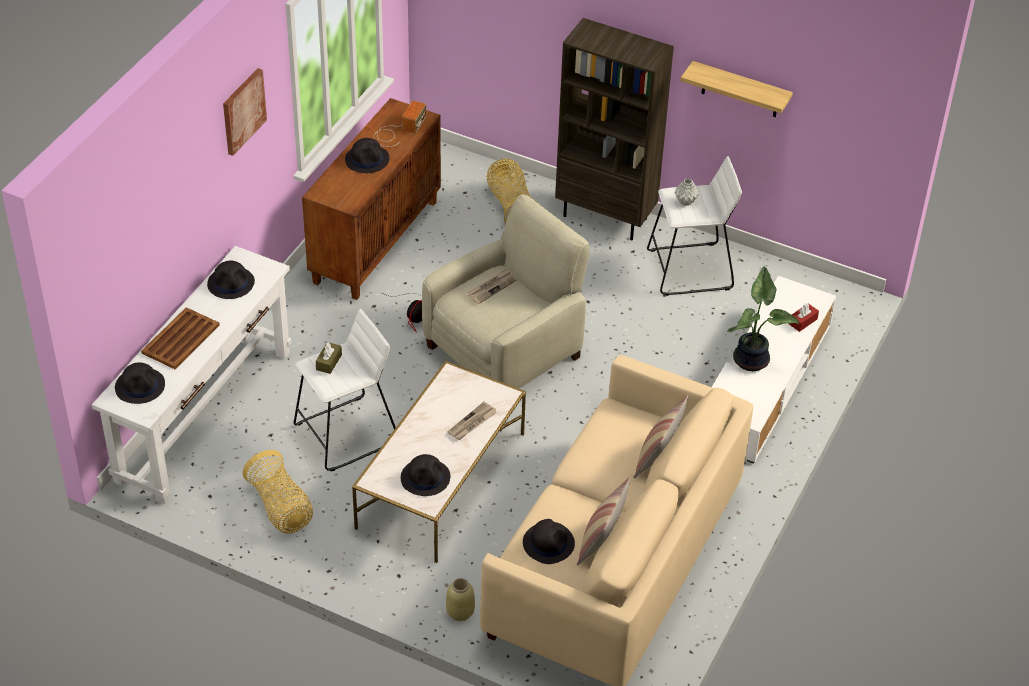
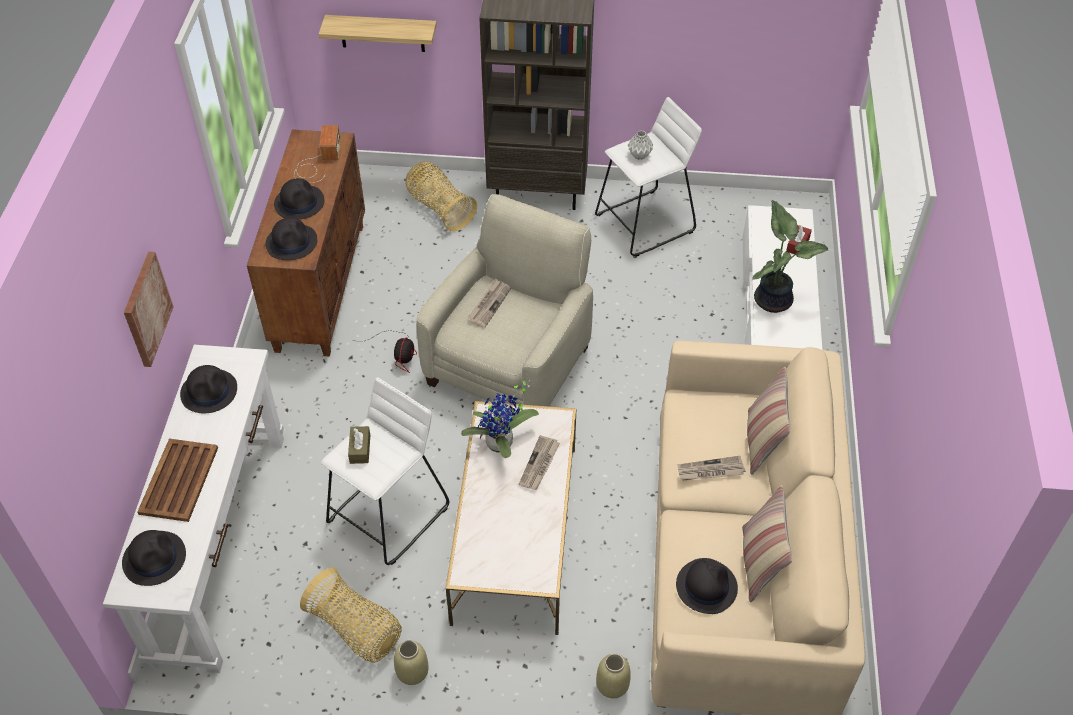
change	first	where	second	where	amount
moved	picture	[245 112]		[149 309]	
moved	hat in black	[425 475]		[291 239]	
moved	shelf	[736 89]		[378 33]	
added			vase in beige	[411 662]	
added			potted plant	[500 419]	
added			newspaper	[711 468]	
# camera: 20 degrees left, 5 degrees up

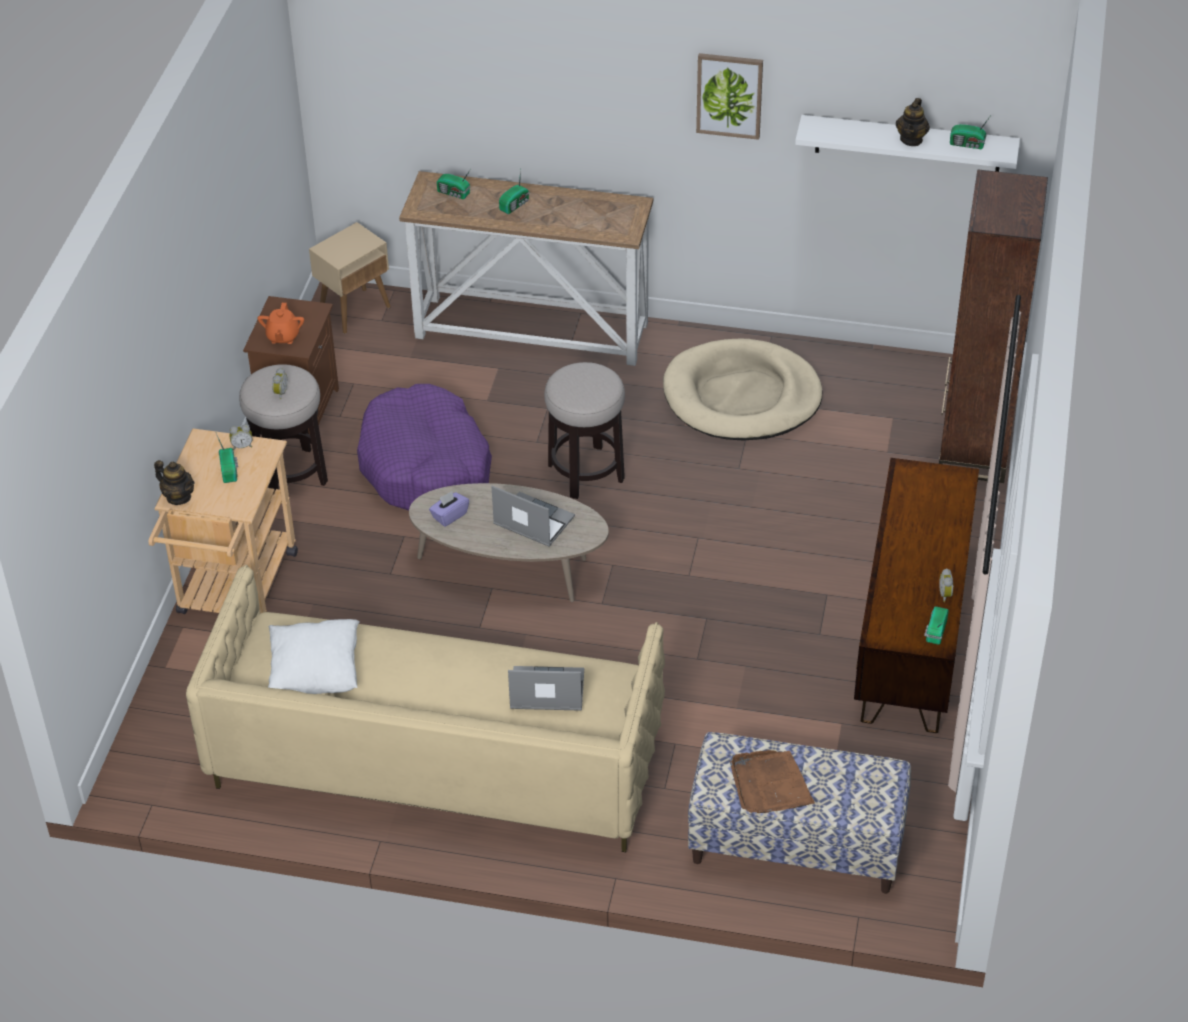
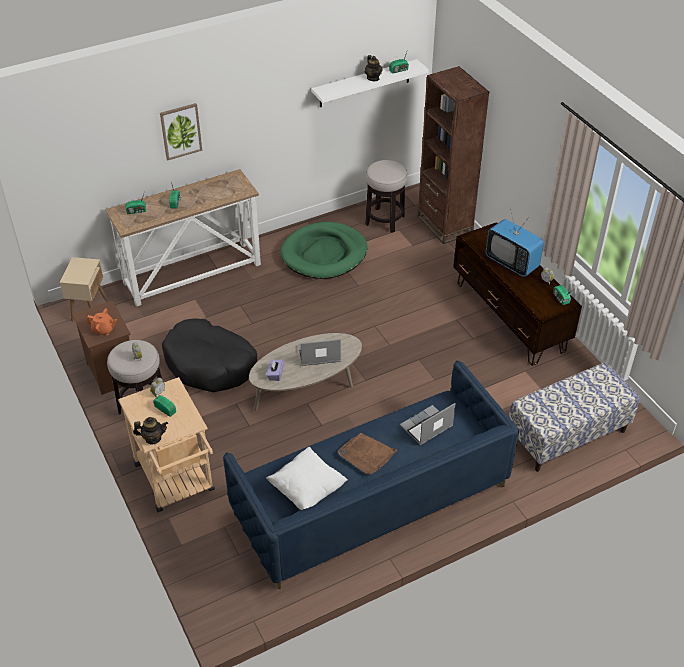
change	first	where	second	where	amount
turned	teapot in orange	[280 323]		[102 321]	45 degrees counterclockwise
moved	picture	[729 96]		[181 131]	
recoloured	dog bed in purple	[424 447]	dog bed in black	[209 355]	
recoloured	sofa in beige	[425 708]	sofa in blue	[371 474]	
recoloured	dog bed in beige	[742 389]	dog bed in green	[324 250]	
moved	tray in brown	[772 781]		[367 453]	
moved	stool	[584 430]		[386 196]	
added			television	[515 242]	
# camera: 40 degrees left, 0 degrees up

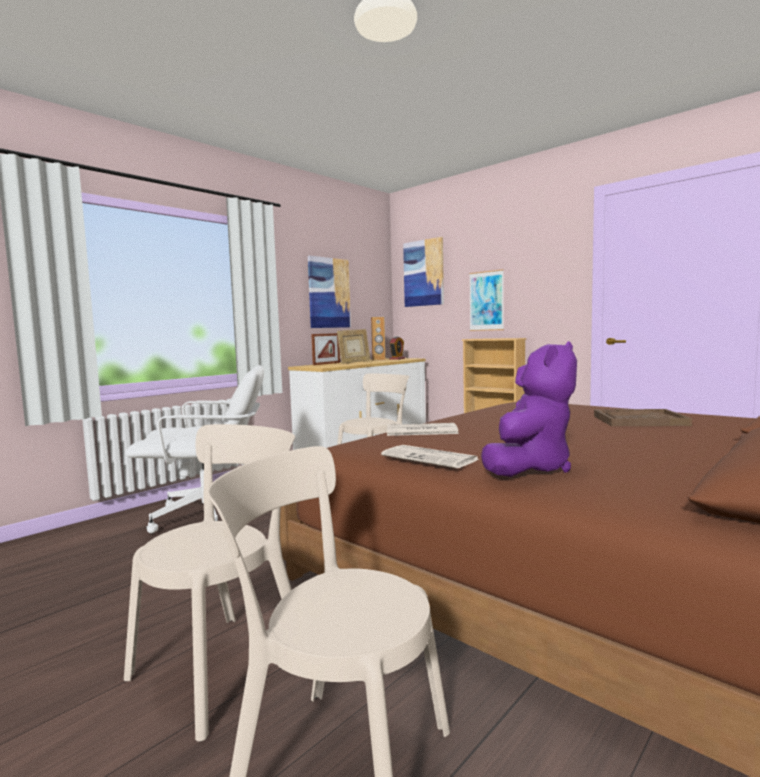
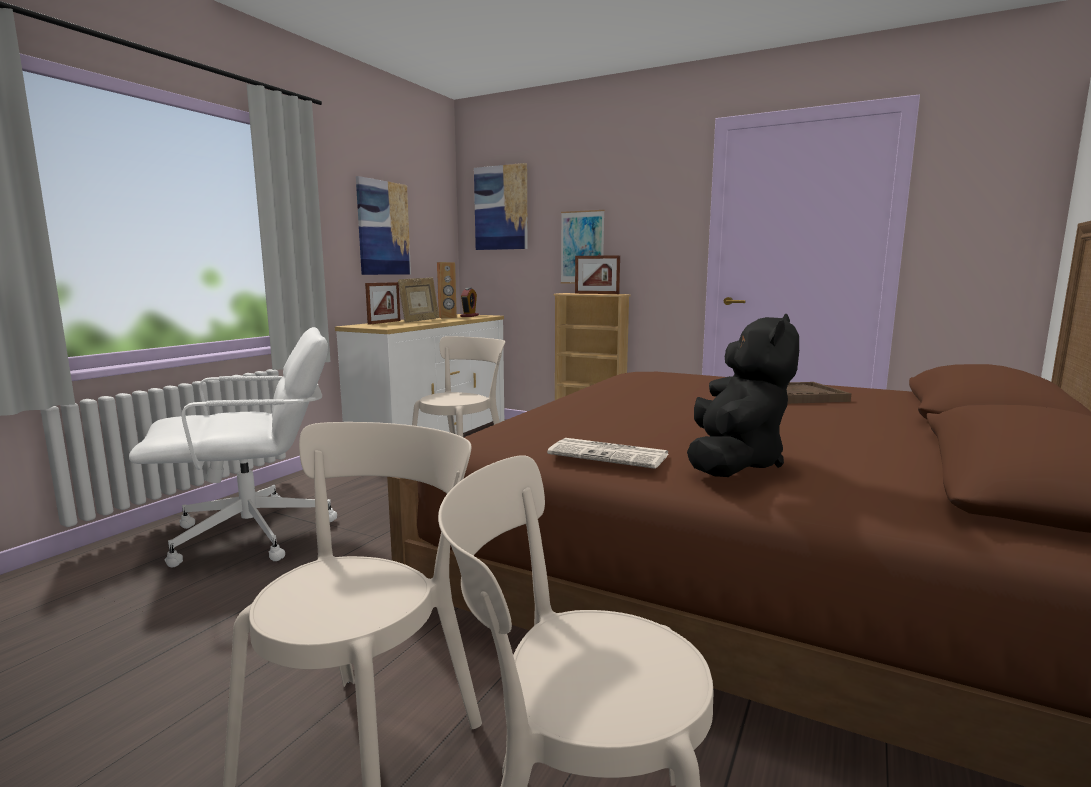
change	first	where	second	where	amount
added			picture frame	[597 274]	
recoloured	plush toy in purple	[529 409]	plush toy in black	[743 395]	
removed	newspaper	[423 429]			
# camera: 15 degrees left, 5 degrees up

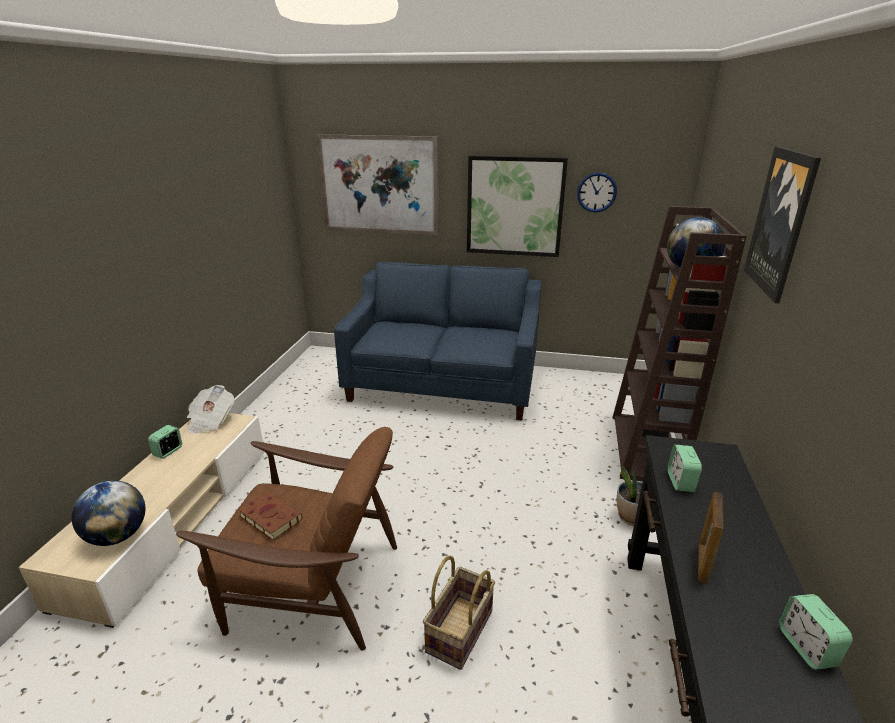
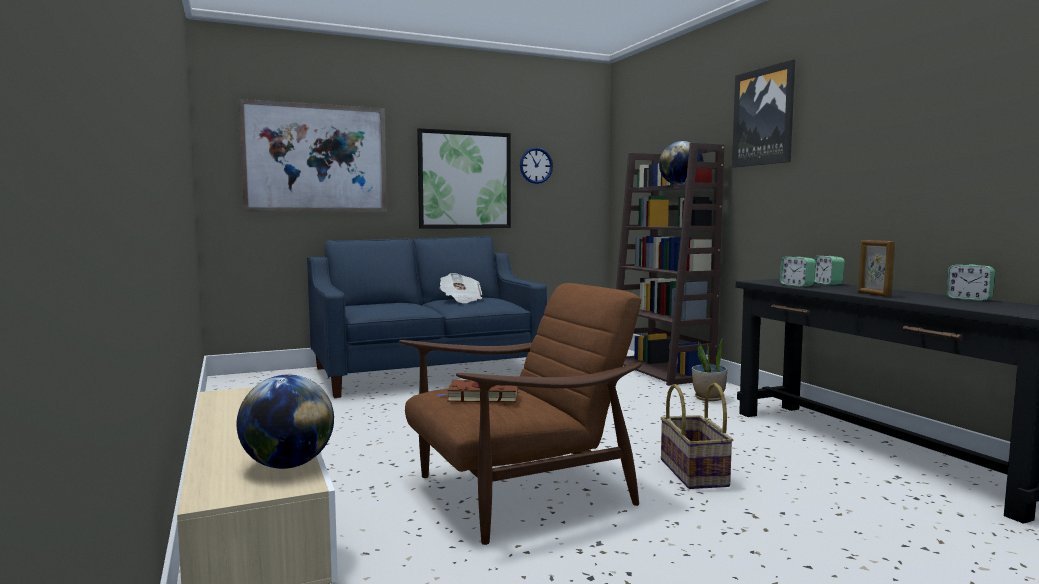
change	first	where	second	where	amount
moved	newspaper	[210 409]		[461 288]	
moved	alarm clock	[165 442]		[829 270]	
# camera: 35 degrees left, 20 degrees down

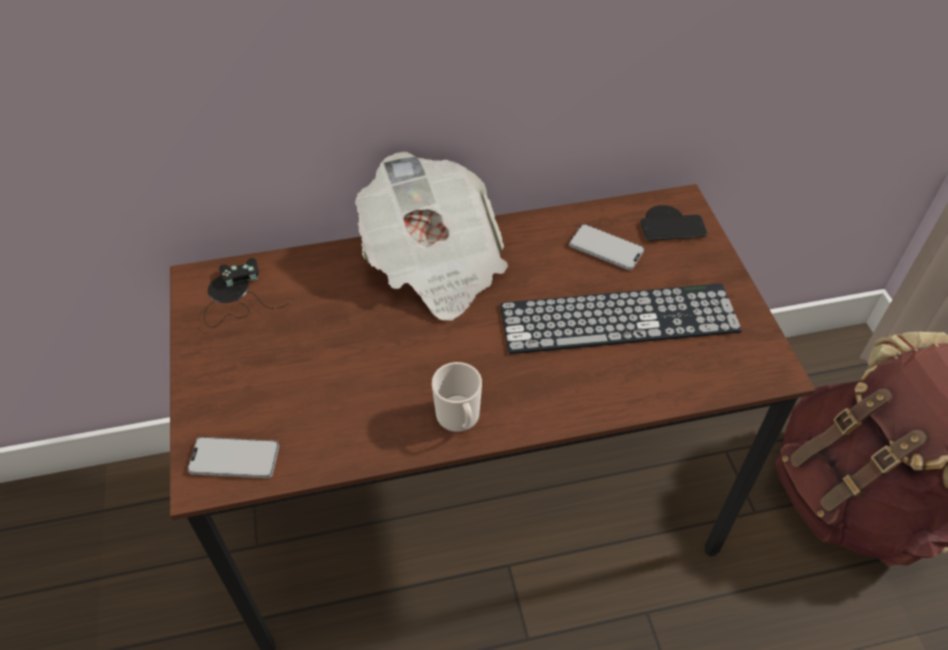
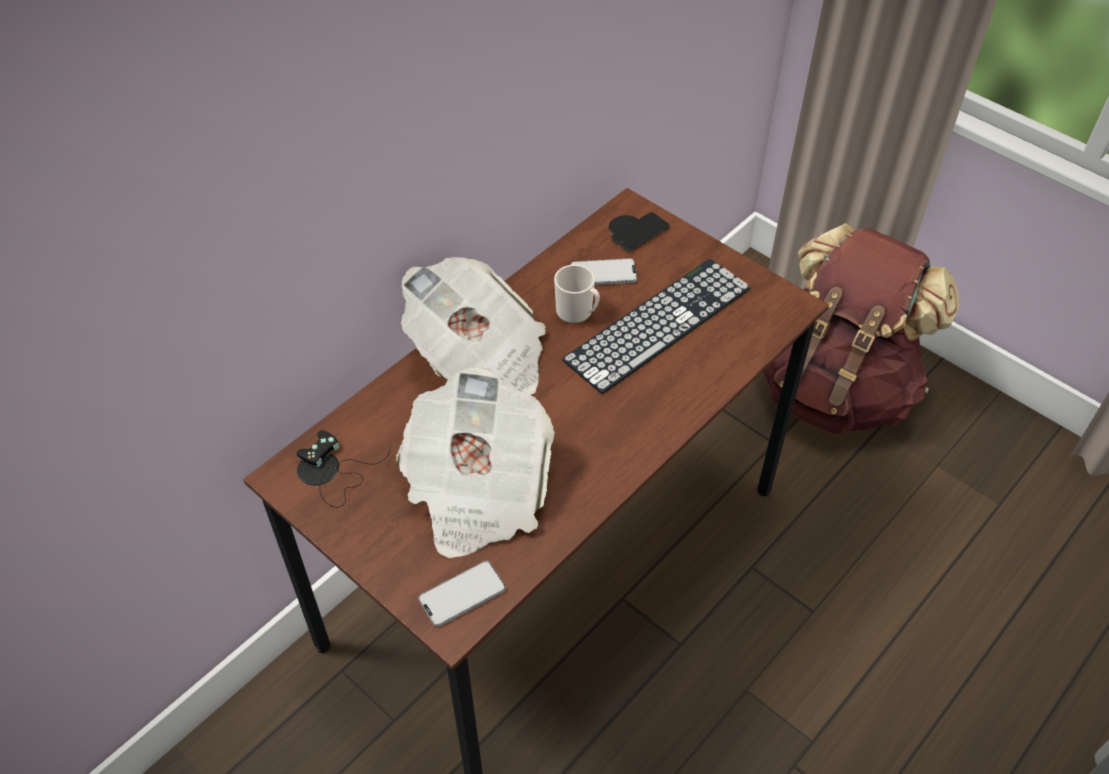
change	first	where	second	where	amount
added			newspaper	[475 463]	
moved	mug	[457 397]		[577 294]	
# camera: 35 degrees left, 0 degrees up

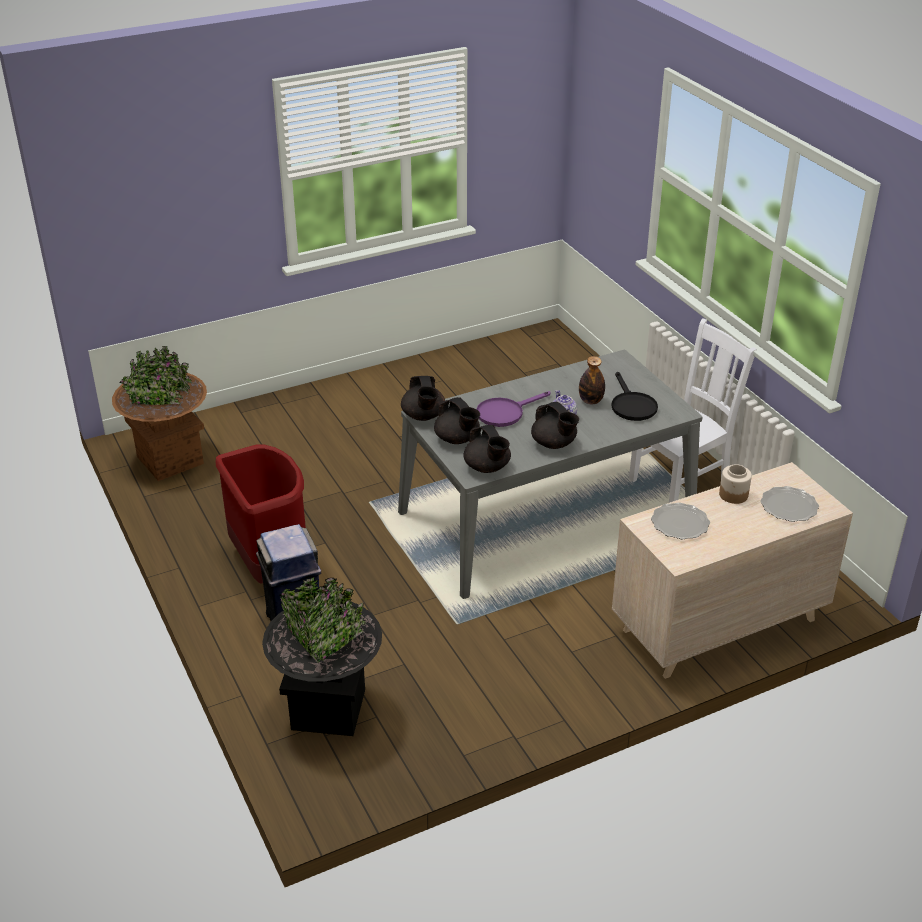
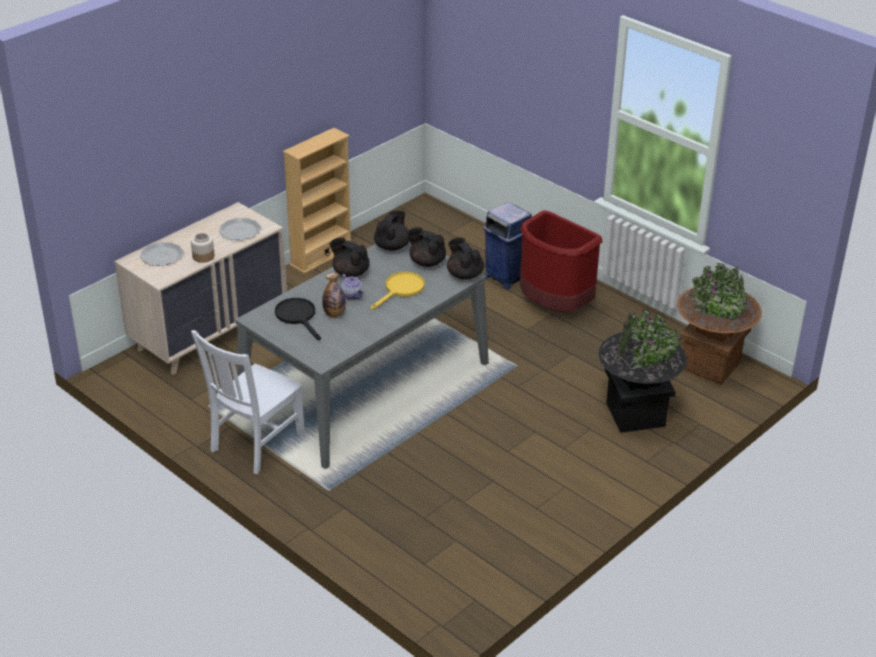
change	first	where	second	where	amount
added			bookcase in beige	[317 201]	
recoloured	frying pan in purple	[513 409]	frying pan in yellow	[398 291]	
turned	teapot in black	[487 449]		[392 231]	75 degrees clockwise
moved	planter in black	[322 656]		[642 371]	
# camera: 160 degrees right, 0 degrees up

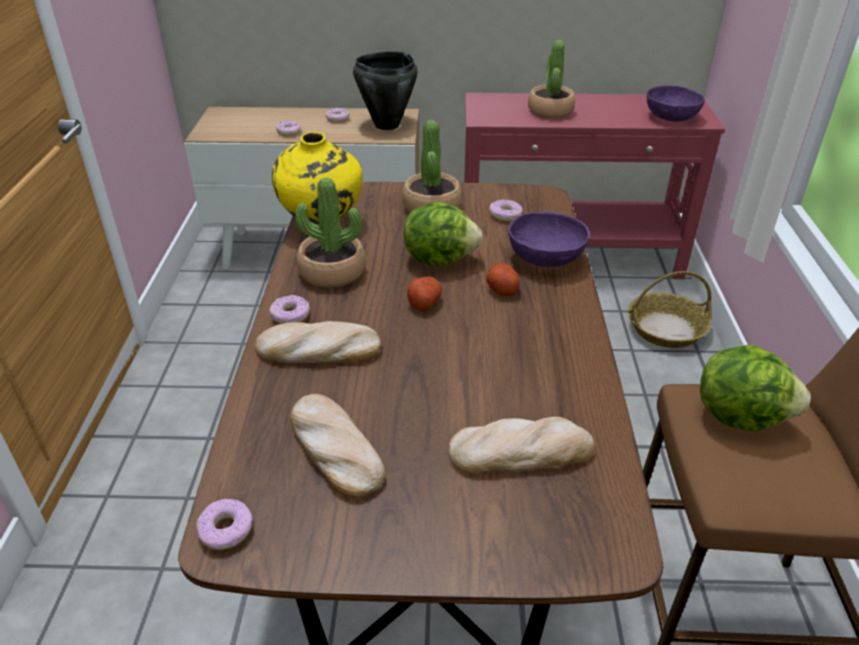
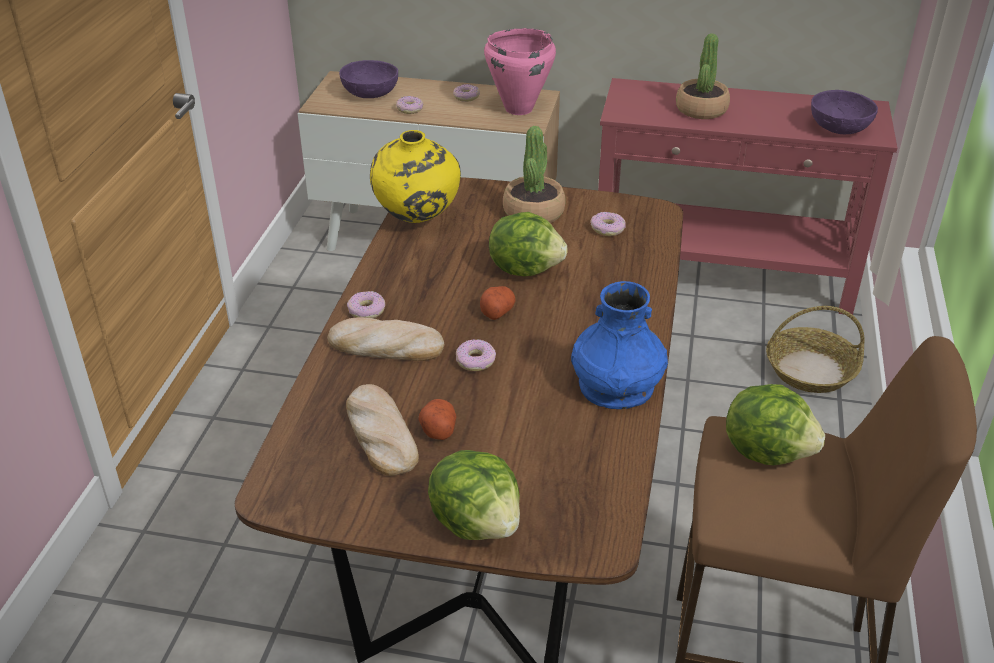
change	first	where	second	where	amount
moved	bowl in purple	[548 239]		[368 79]	
moved	potato	[503 279]		[437 419]	
added			lettuce	[474 495]	
moved	donut	[224 524]		[476 355]	
recoloured	cooking pot in black	[385 90]	cooking pot in pink	[520 71]	
added			vase in blue	[619 345]	
removed	potted plant	[331 232]			
removed	bread	[521 445]			
# camera: 10 degrees right, 0 degrees up

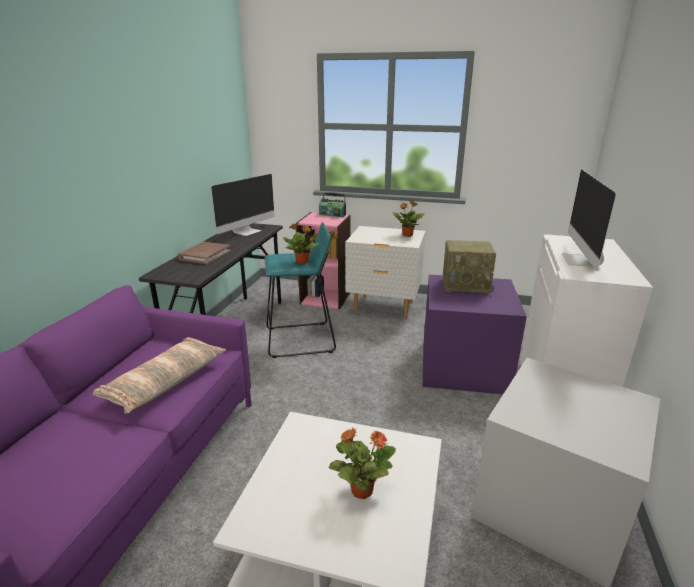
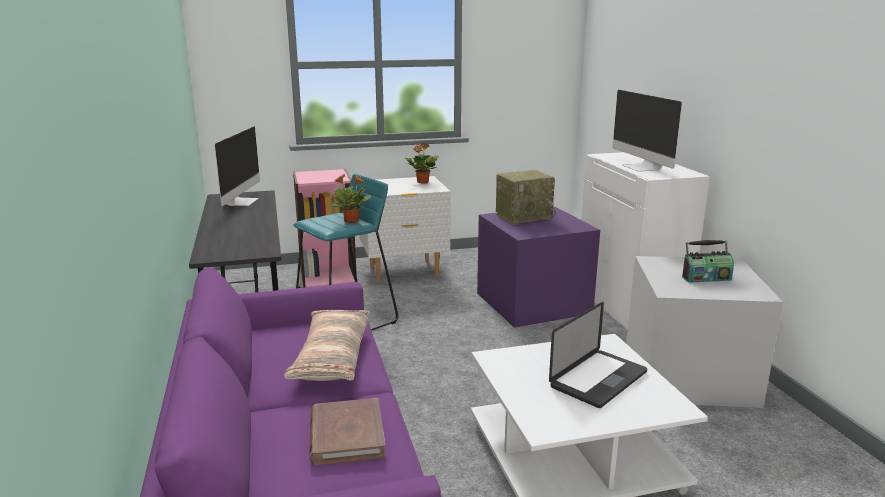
change	first	where	second	where	amount
moved	book in brown	[203 253]		[347 431]	
replaced	potted plant	[362 463]	laptop	[598 355]	
moved	radio	[332 205]		[708 261]	
# camera: 30 degrees left, 5 degrees down

